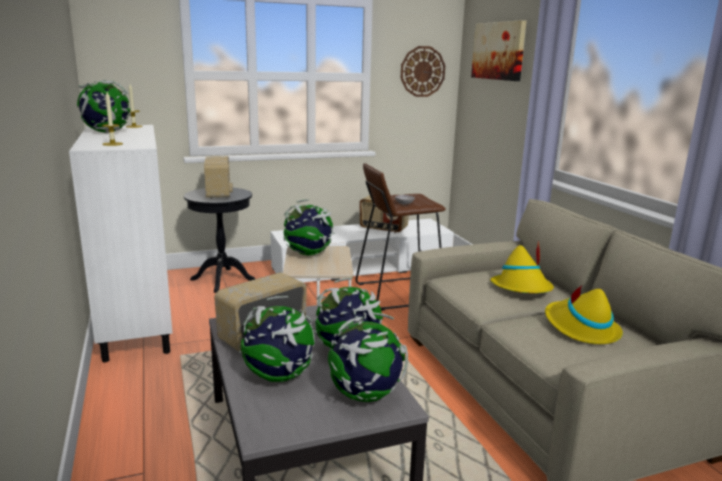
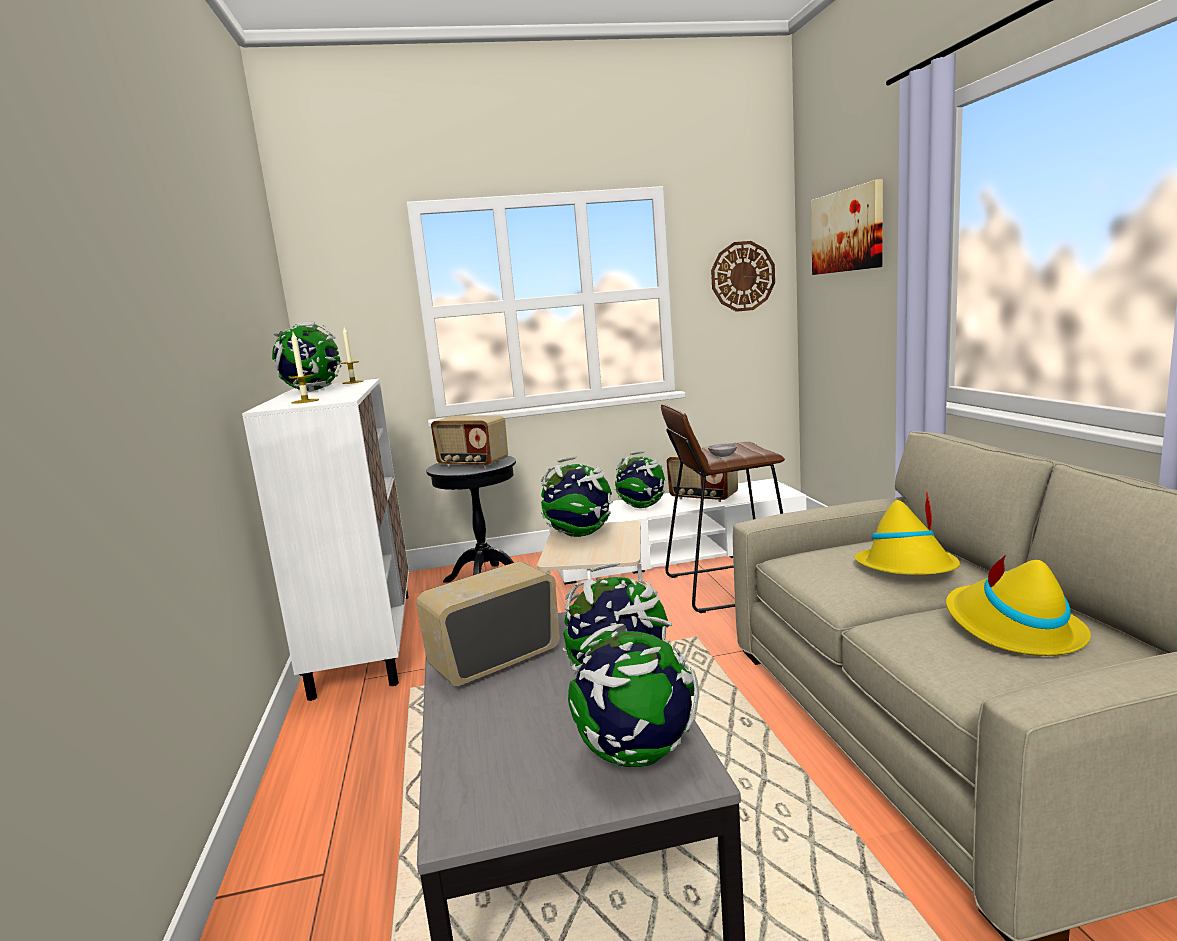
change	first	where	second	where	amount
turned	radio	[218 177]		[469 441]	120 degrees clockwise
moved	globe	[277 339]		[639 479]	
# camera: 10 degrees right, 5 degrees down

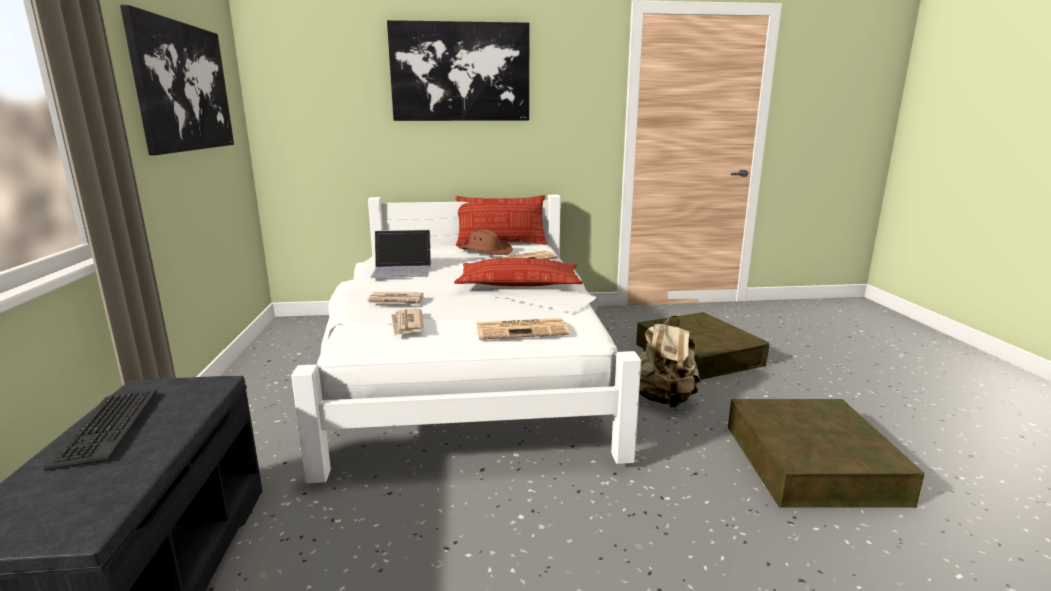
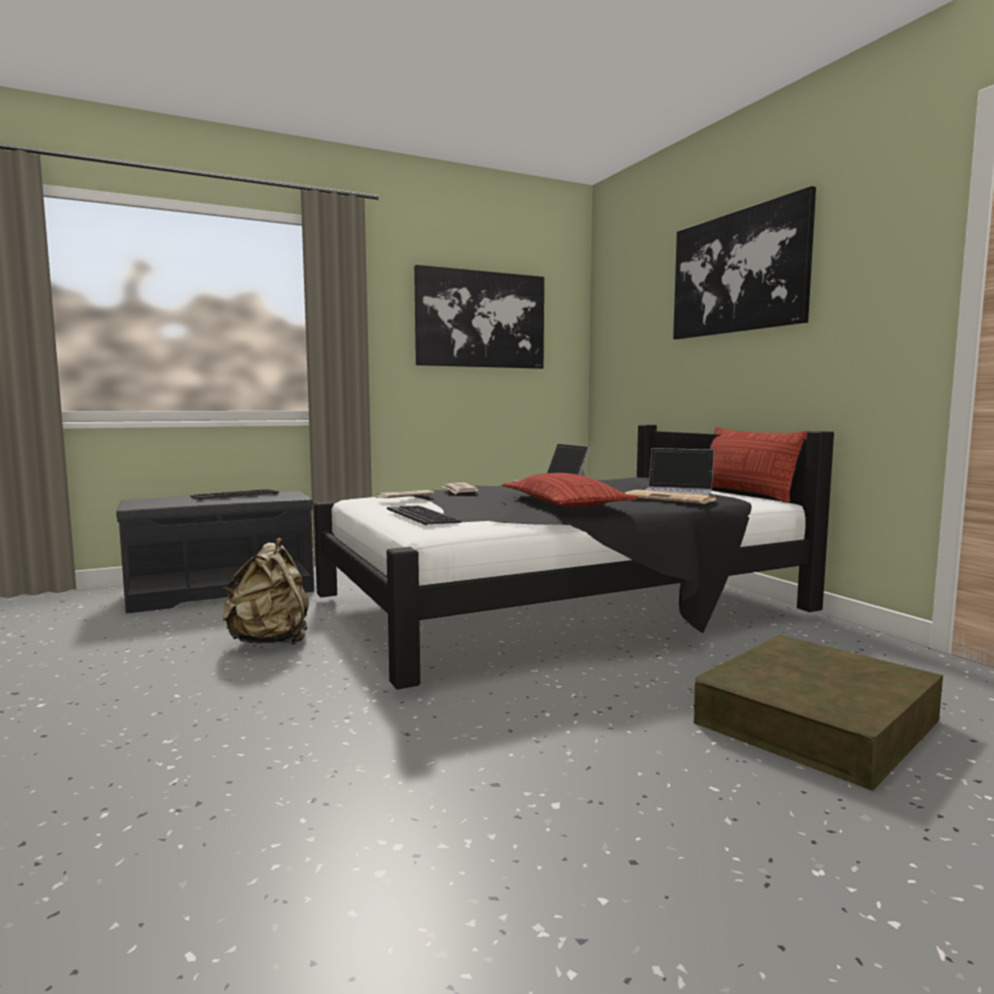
change	first	where	second	where	amount
moved	backpack in beige	[669 361]		[266 591]	
recoloured	bed in white	[466 339]	bed in black	[574 557]	
replaced	newspaper	[523 329]	keyboard	[424 515]	
replaced	hat in brown	[485 242]	laptop	[680 471]	
removed	storage box in brown	[826 453]			
# camera: 70 degrees right, 10 degrees down

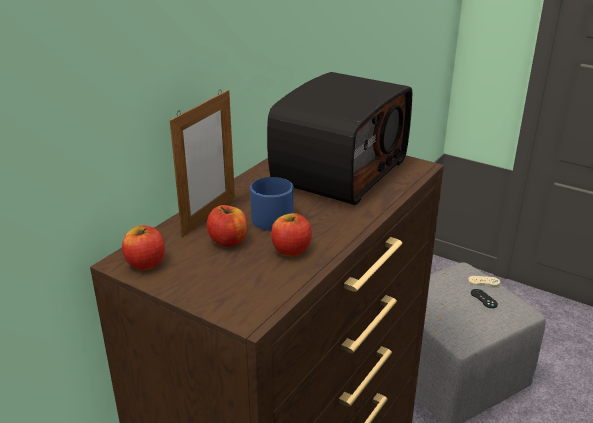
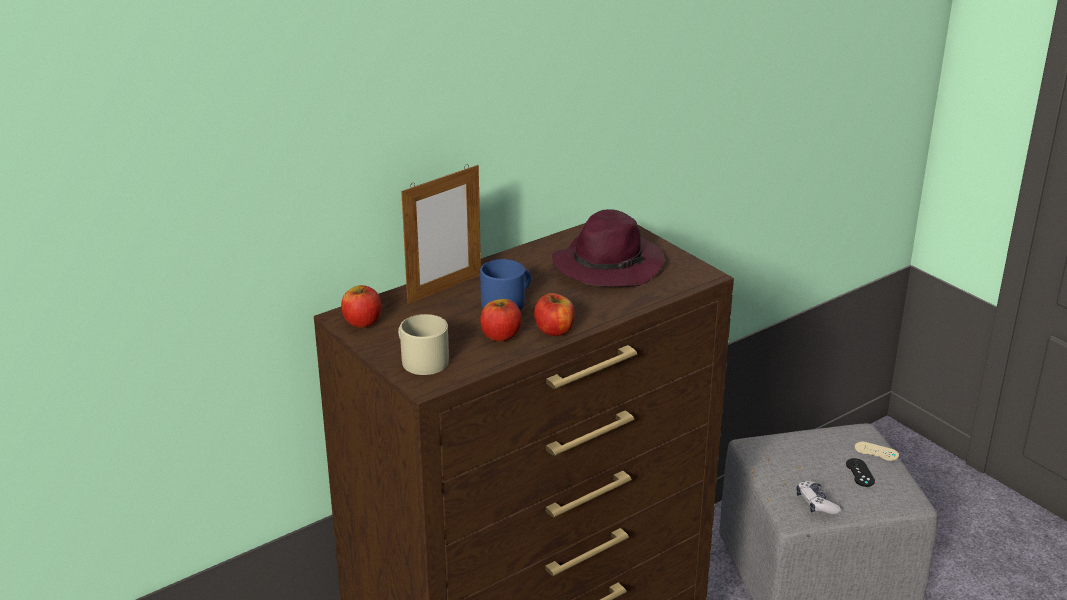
change	first	where	second	where	amount
added			mug in beige	[423 344]	
moved	apple	[227 226]		[554 314]	
replaced	radio	[339 138]	hat in purple	[608 248]	
added			game controller	[819 498]	
# camera: 20 degrees right, 0 degrees up

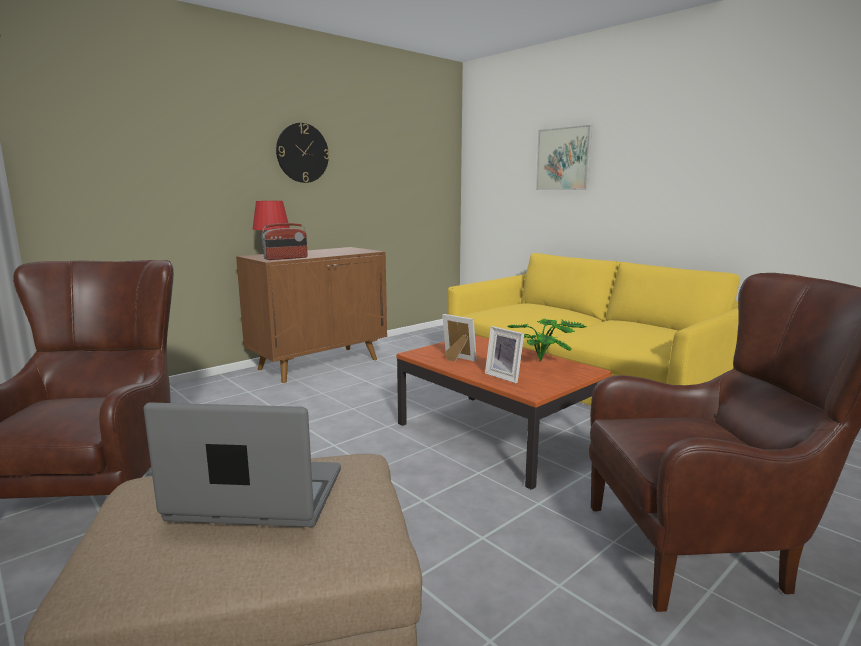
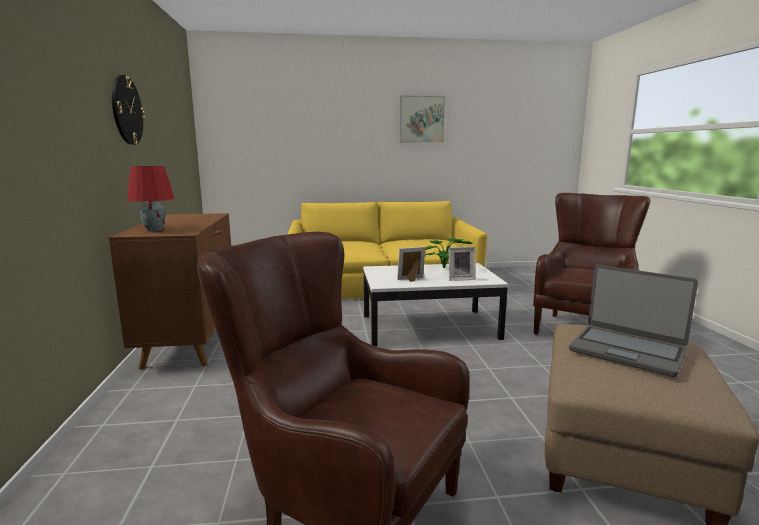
change	first	where	second	where	amount
recoloured	coffee table in brown	[504 412]	coffee table in white	[435 304]	
moved	picture	[564 157]		[422 119]	
turned	laptop	[242 464]		[633 321]	90 degrees counterclockwise
removed	radio	[284 241]			
# camera: 55 degrees left, 0 degrees up

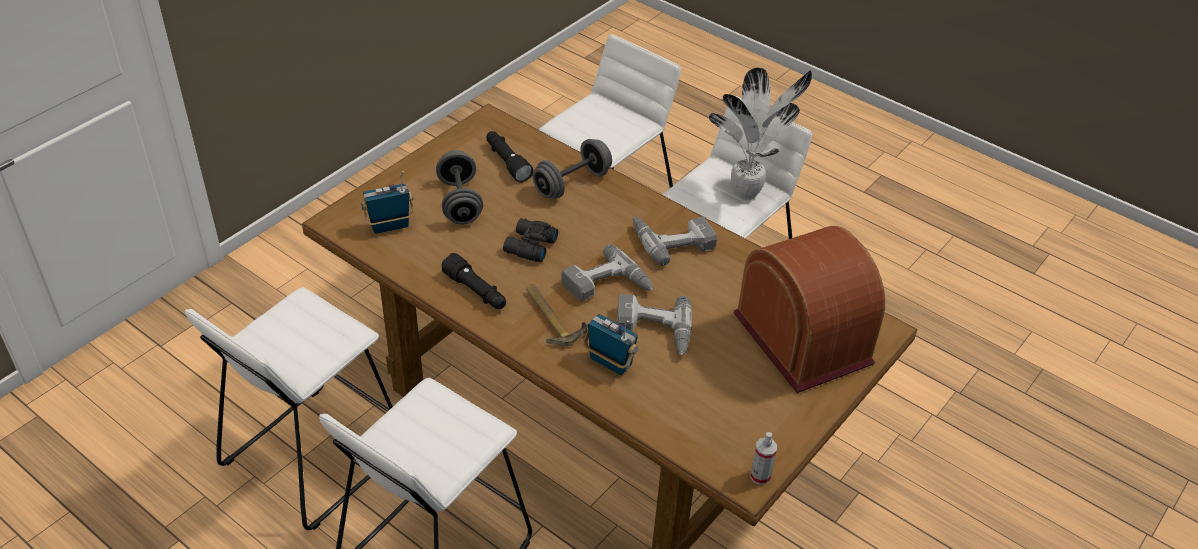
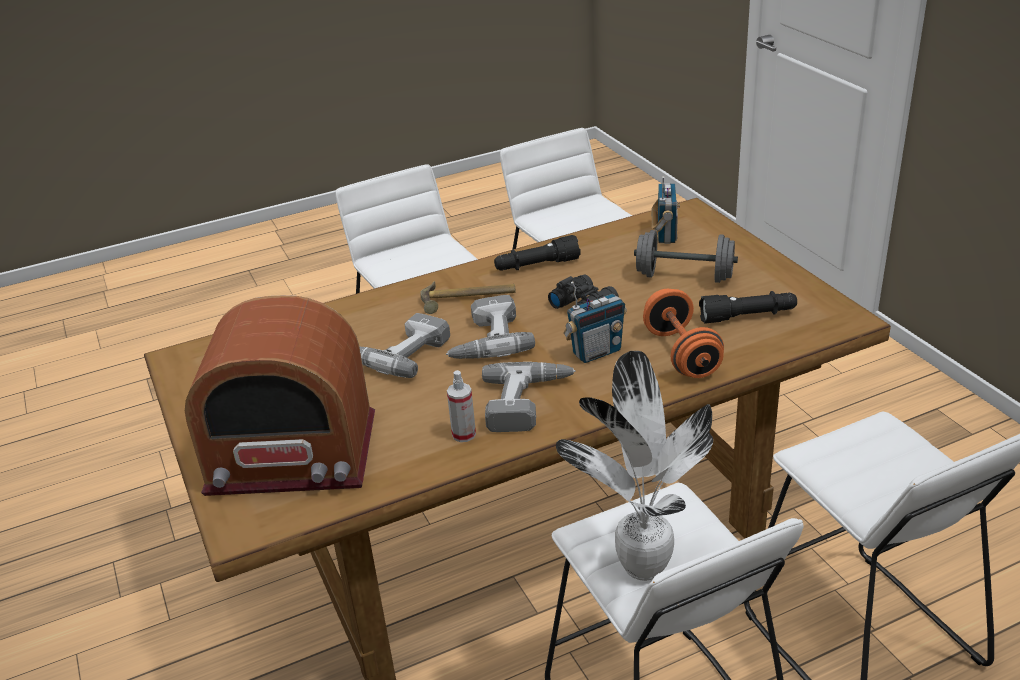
change	first	where	second	where	amount
moved	spray bottle	[763 458]		[461 406]	
moved	radio	[610 344]		[595 322]	
recoloured	dumbbell in grey	[572 169]	dumbbell in orange	[683 333]	
# camera: 120 degrees right, 10 degrees down

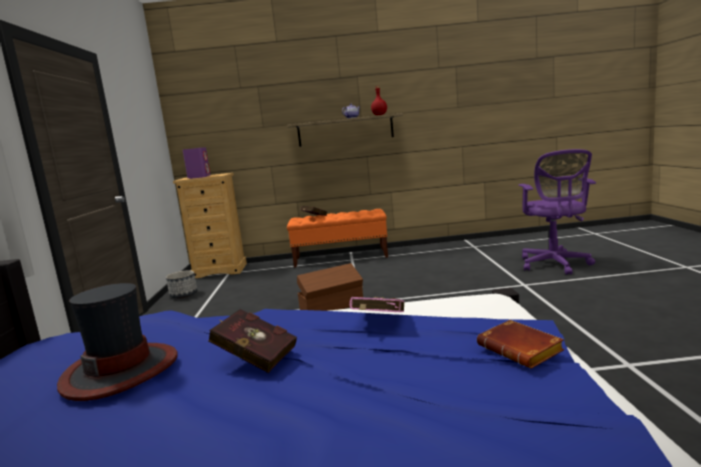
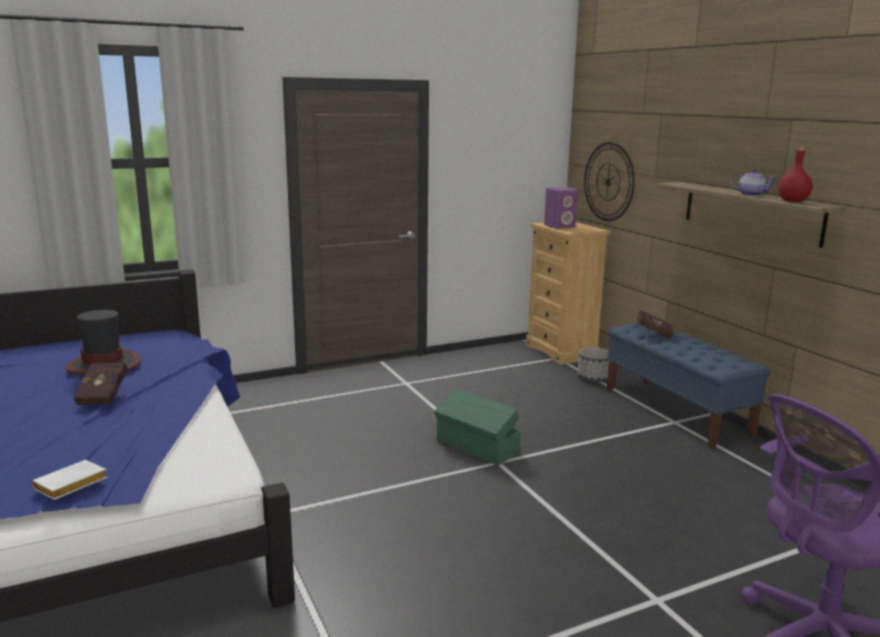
change	first	where	second	where	amount
recoloured	book in brown	[520 344]	book in white	[70 480]	
recoloured	storage box in brown	[330 287]	storage box in green	[477 427]	
moved	planter	[181 284]		[593 365]	
added			wall clock	[609 181]	
recoloured	bench in orange	[337 238]	bench in blue	[688 386]	
removed	book in pink	[377 304]			
# camera: 65 degrees right, 5 degrees up

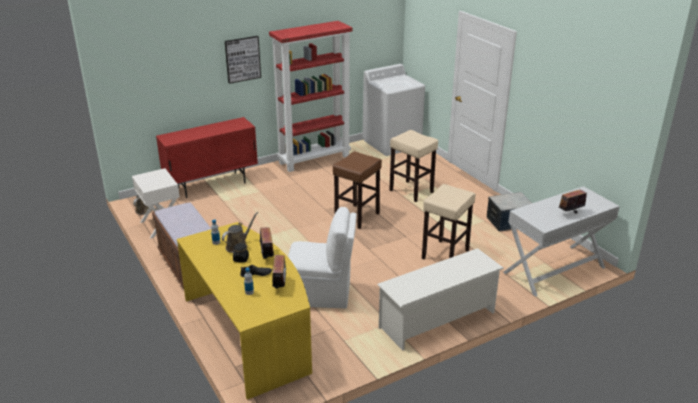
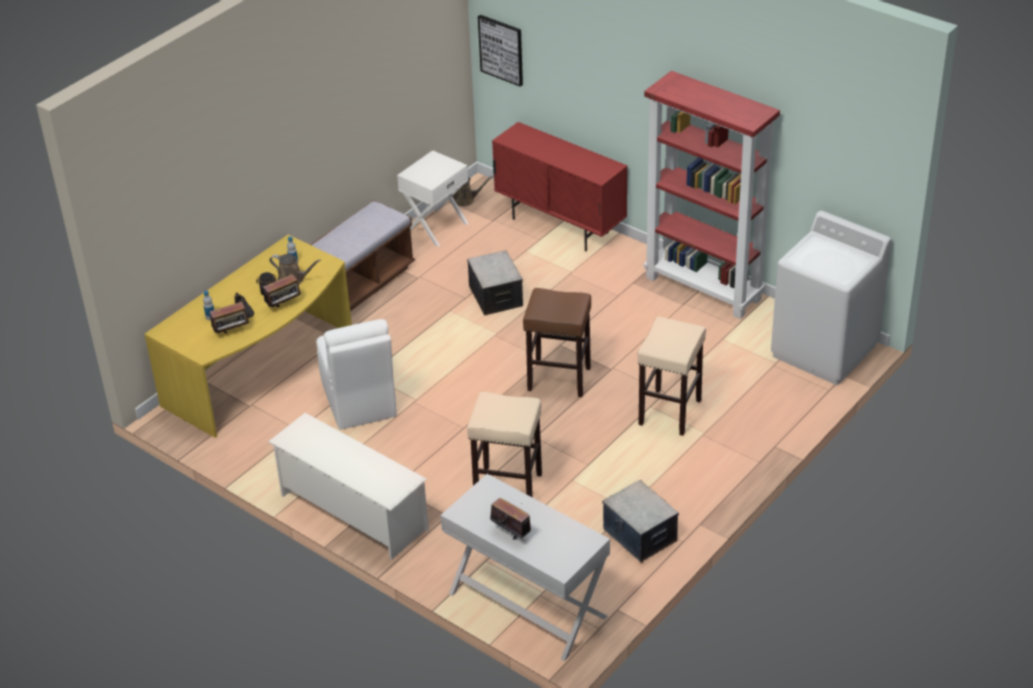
change	first	where	second	where	amount
added			storage box	[495 283]	
moved	picture	[243 60]		[500 51]	
# camera: 70 degrees right, 10 degrees up

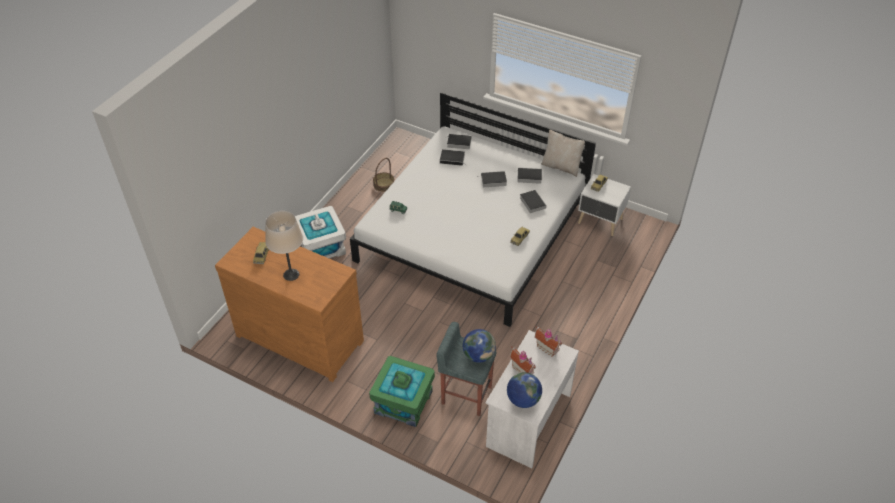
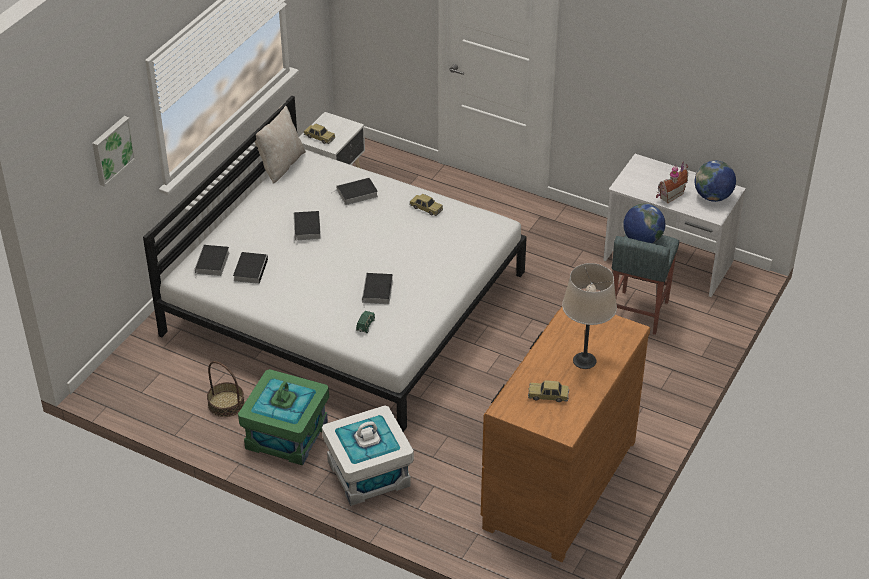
change	first	where	second	where	amount
added			picture	[114 151]	
moved	storage box in green	[402 391]		[283 417]	
moved	book	[529 176]		[377 290]	
removed	toy house	[548 341]			
# camera: 90 degrees left, 5 degrees down

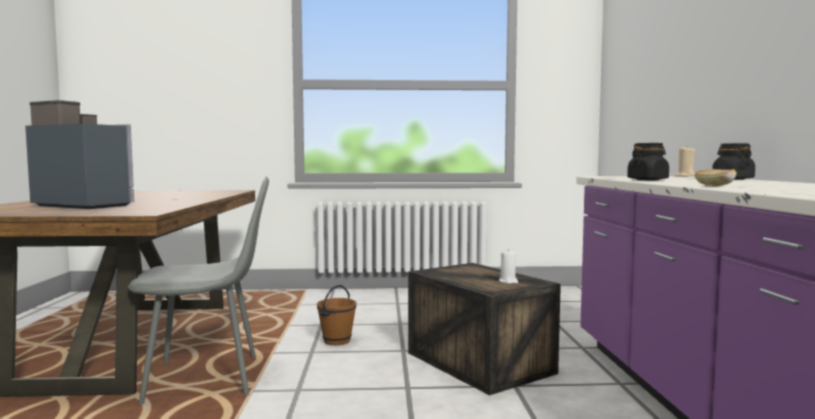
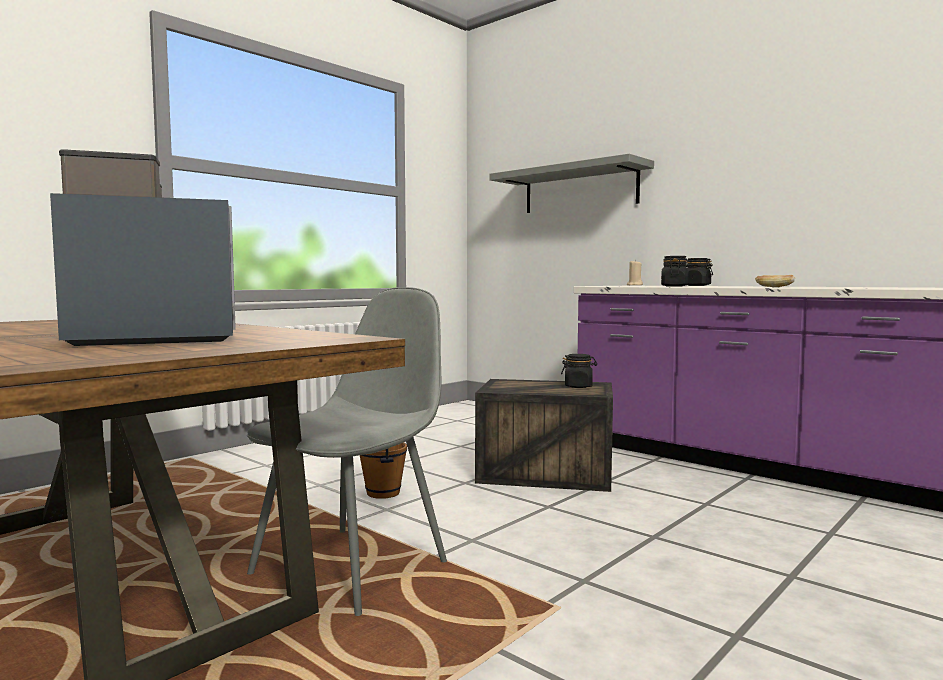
change	first	where	second	where	amount
added			shelf in grey	[571 183]	
replaced	candle in white	[508 267]	jar in black	[579 371]	
# camera: 45 degrees left, 0 degrees up

